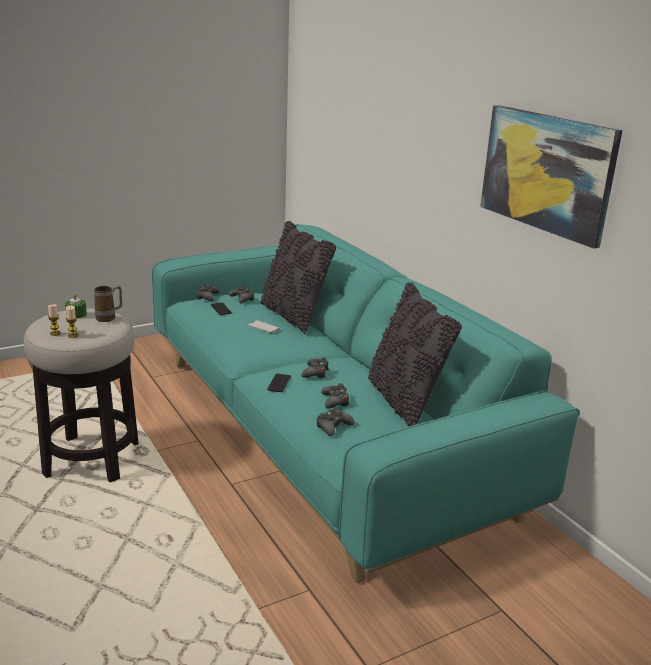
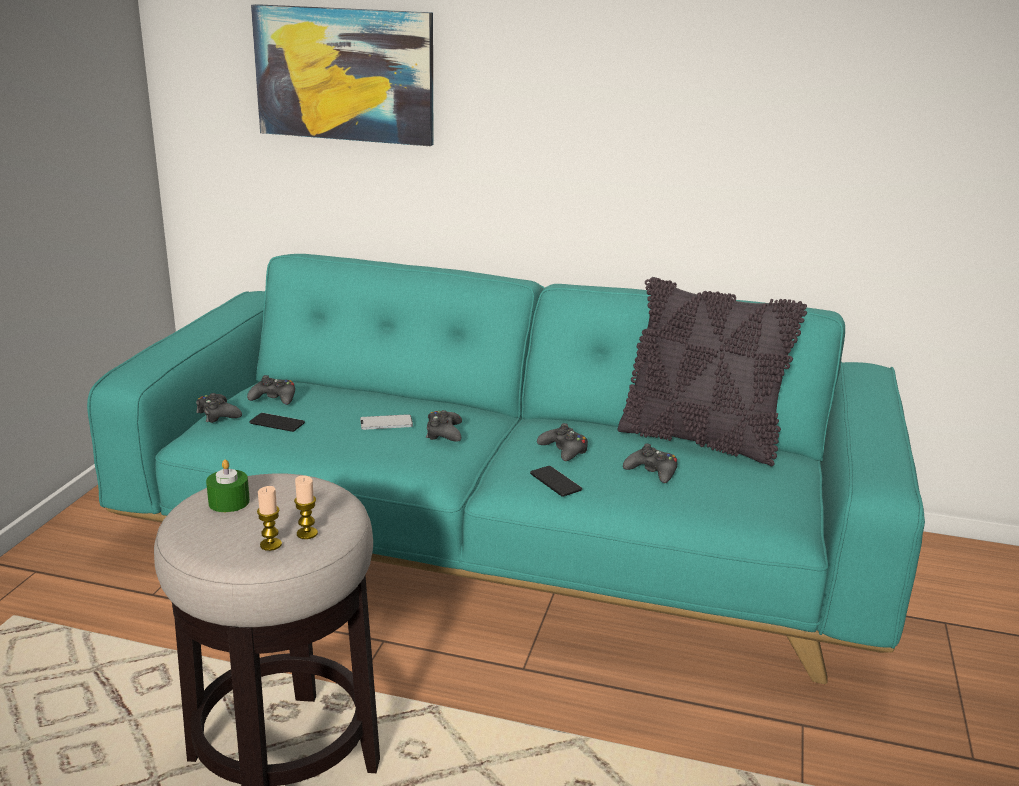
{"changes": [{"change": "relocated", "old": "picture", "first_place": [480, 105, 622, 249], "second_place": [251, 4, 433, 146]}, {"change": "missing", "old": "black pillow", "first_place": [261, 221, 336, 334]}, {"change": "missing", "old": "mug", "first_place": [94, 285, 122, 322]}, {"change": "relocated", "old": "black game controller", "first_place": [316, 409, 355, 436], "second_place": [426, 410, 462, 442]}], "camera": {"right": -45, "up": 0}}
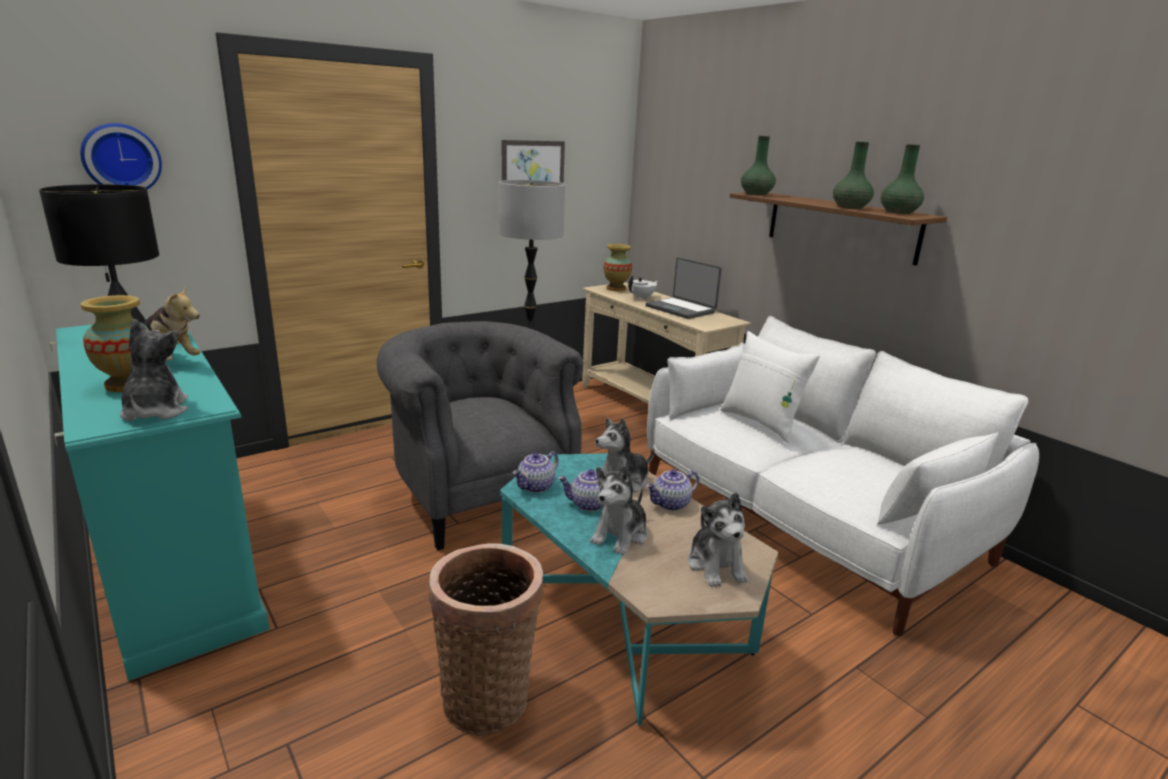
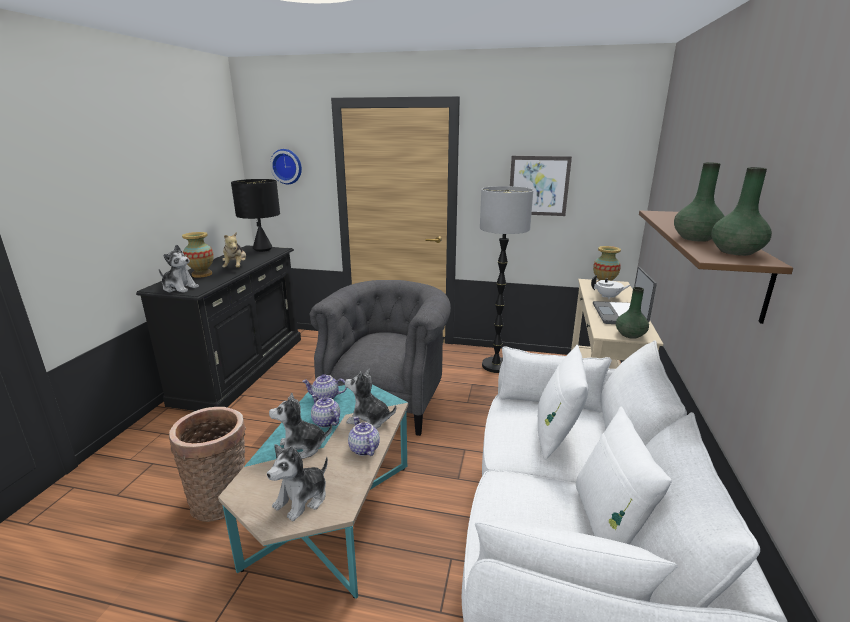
{"changes": [{"change": "relocated", "old": "green vase", "first_place": [741, 136, 776, 195], "second_place": [616, 287, 649, 339]}, {"change": "spun", "old": "plush toy", "first_place": [120, 319, 188, 421], "second_place": [159, 244, 199, 293], "degrees": 75}, {"change": "colour", "old": "turquoise cabinet", "new": "black cabinet", "first_place": [50, 324, 270, 681], "second_place": [136, 245, 301, 411]}, {"change": "spun", "old": "teapot", "first_place": [646, 469, 699, 511], "second_place": [348, 417, 380, 456], "degrees": 45}, {"change": "appeared", "new": "white pillow", "second_place": [576, 406, 672, 544]}], "camera": {"right": 50, "up": 0}}
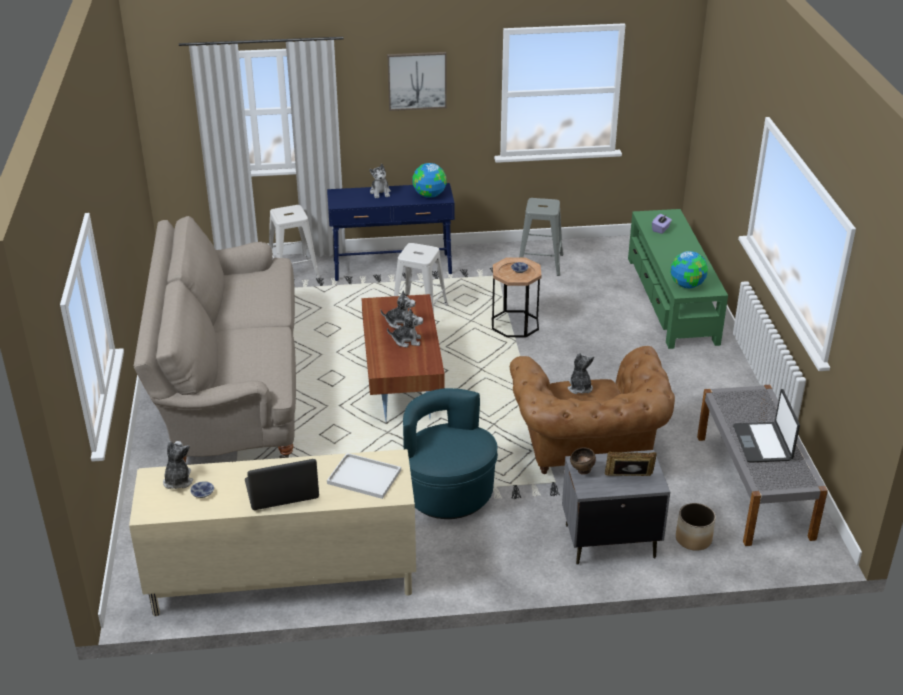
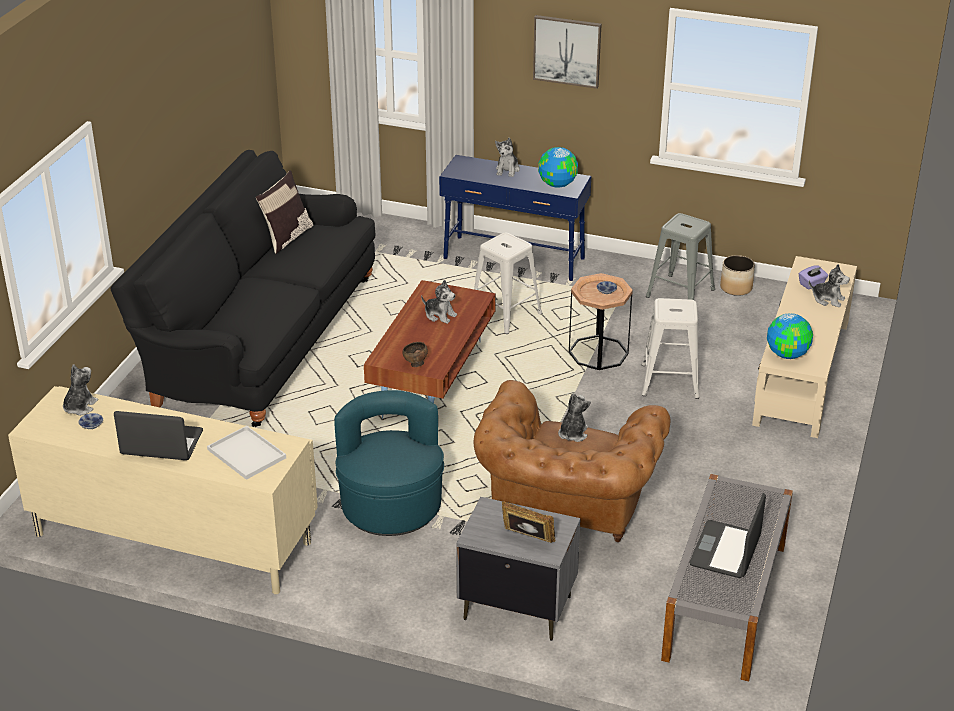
{"changes": [{"change": "relocated", "old": "white stool", "first_place": [269, 205, 320, 279], "second_place": [641, 298, 700, 399]}, {"change": "colour", "old": "green tv stand", "new": "beige tv stand", "first_place": [628, 209, 728, 349], "second_place": [752, 256, 857, 438]}, {"change": "colour", "old": "beige sofa", "new": "black sofa", "first_place": [133, 216, 296, 463], "second_place": [110, 150, 375, 428]}, {"change": "relocated", "old": "plush toy", "first_place": [387, 308, 423, 348], "second_place": [809, 264, 850, 307]}, {"change": "relocated", "old": "brown bowl", "first_place": [570, 447, 596, 475], "second_place": [402, 342, 428, 367]}, {"change": "relocated", "old": "planter", "first_place": [676, 503, 716, 551], "second_place": [720, 255, 755, 296]}, {"change": "appeared", "new": "pillow", "second_place": [256, 170, 313, 254]}], "camera": {"right": 25, "up": 0}}
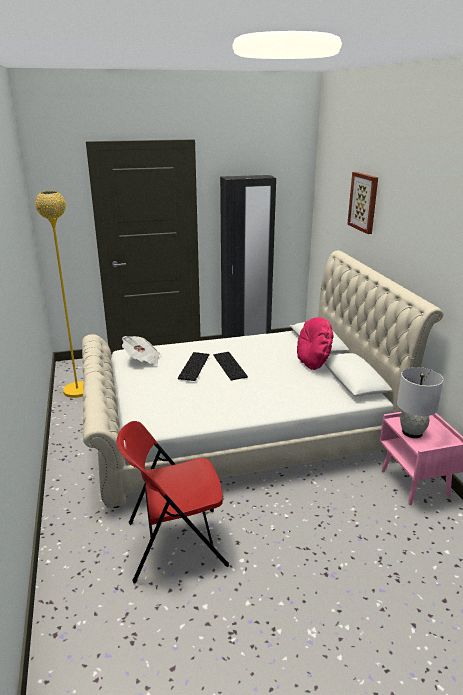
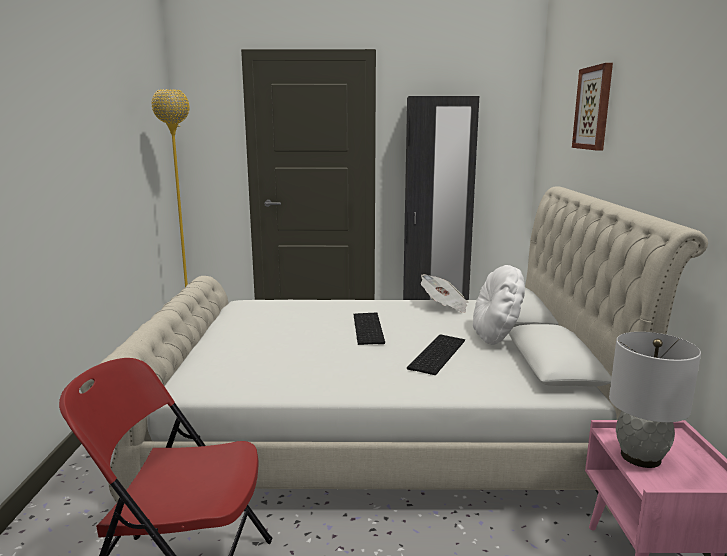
{"changes": [{"change": "colour", "old": "pink pillow", "new": "white pillow", "first_place": [297, 317, 334, 370], "second_place": [473, 265, 525, 345]}, {"change": "relocated", "old": "newspaper", "first_place": [122, 336, 160, 365], "second_place": [421, 274, 469, 313]}, {"change": "relocated", "old": "keyboard", "first_place": [178, 352, 209, 381], "second_place": [407, 334, 465, 375]}], "camera": {"right": 15, "up": -10}}
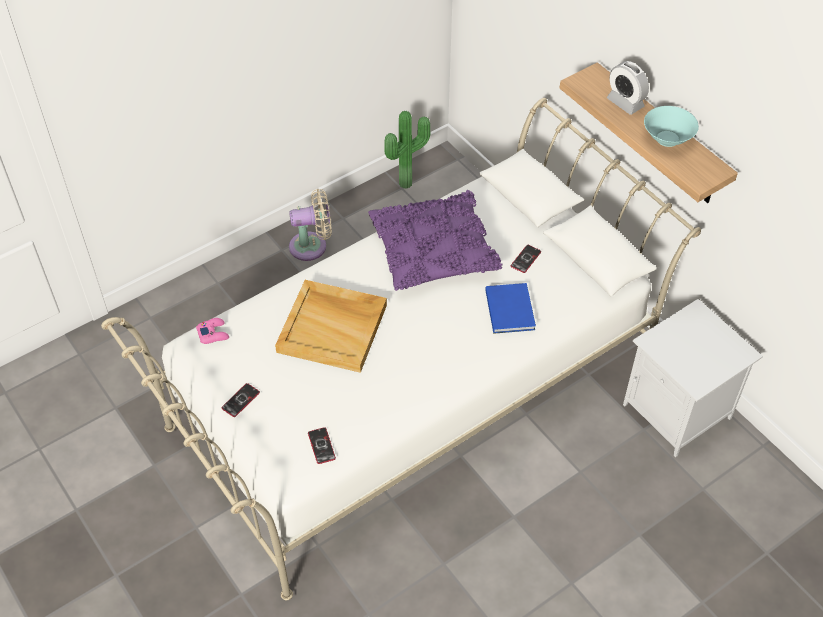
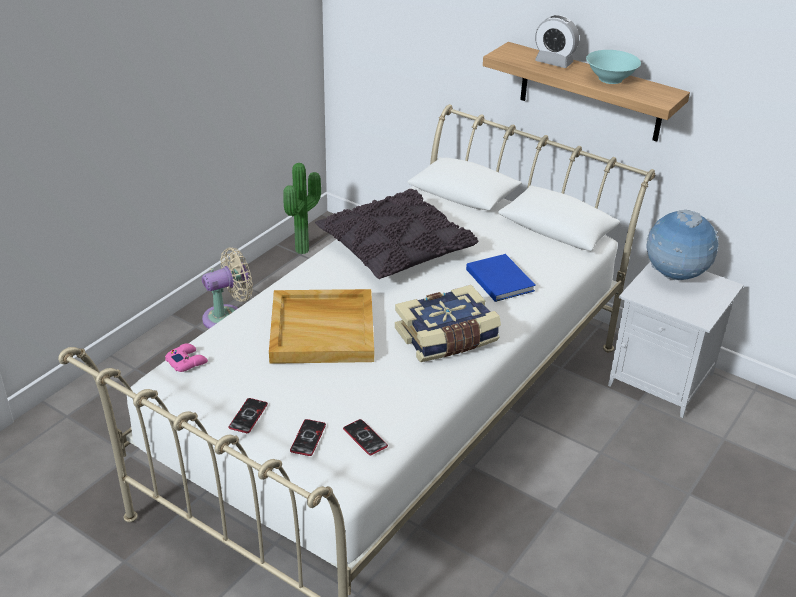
{"changes": [{"change": "colour", "old": "purple pillow", "new": "black pillow", "first_place": [368, 190, 503, 291], "second_place": [315, 189, 479, 279]}, {"change": "relocated", "old": "phone", "first_place": [511, 245, 541, 273], "second_place": [290, 419, 326, 456]}, {"change": "appeared", "new": "globe", "second_place": [646, 209, 719, 280]}, {"change": "appeared", "new": "book", "second_place": [395, 285, 501, 362]}], "camera": {"right": -20, "up": -15}}
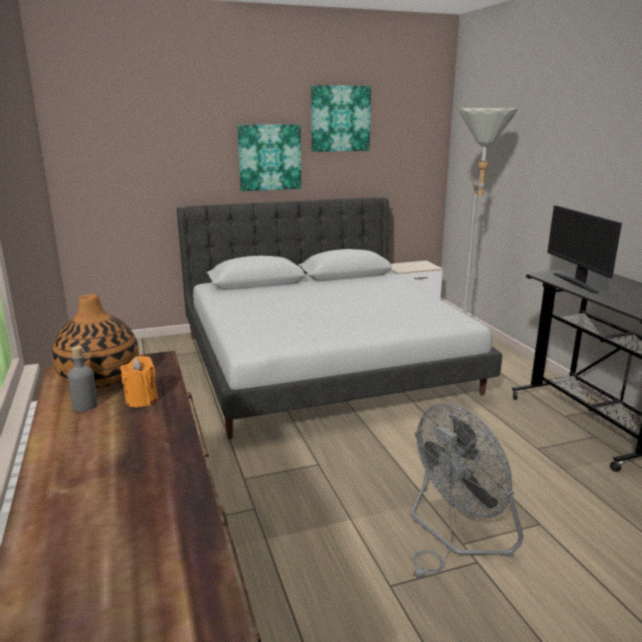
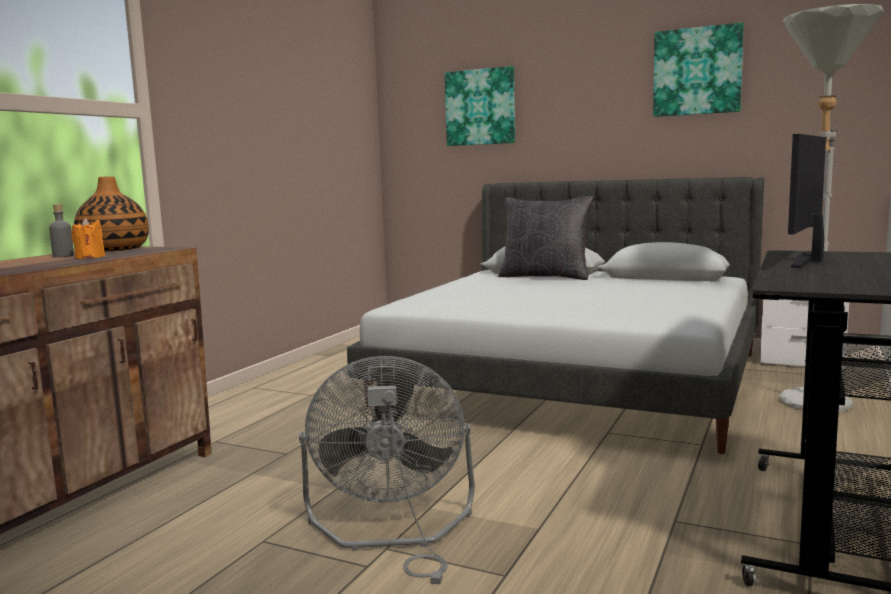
{"changes": [{"change": "relocated", "old": "picture", "first_place": [237, 124, 301, 191], "second_place": [445, 66, 515, 146]}, {"change": "spun", "old": "grey fan", "first_place": [410, 404, 523, 578], "second_place": [299, 356, 475, 584], "degrees": -105}, {"change": "appeared", "new": "black pillow", "second_place": [498, 196, 594, 280]}], "camera": {"right": 45, "up": -10}}
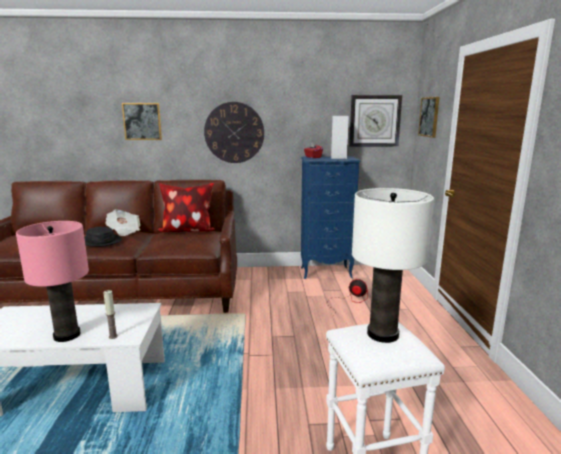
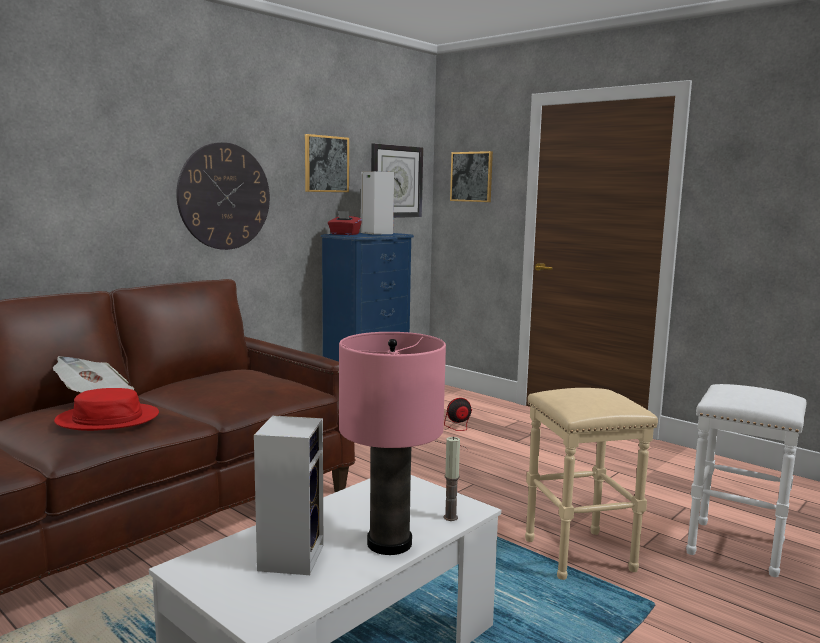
{"changes": [{"change": "relocated", "old": "picture", "first_place": [122, 103, 162, 140], "second_place": [305, 134, 349, 192]}, {"change": "missing", "old": "pillow", "first_place": [158, 183, 214, 232]}, {"change": "missing", "old": "white table lamp", "first_place": [352, 188, 434, 343]}, {"change": "colour", "old": "black hat", "new": "red hat", "first_place": [84, 227, 122, 247], "second_place": [54, 388, 159, 431]}, {"change": "appeared", "new": "beige stool", "second_place": [525, 388, 658, 580]}, {"change": "appeared", "new": "speaker", "second_place": [254, 416, 323, 575]}], "camera": {"right": -45, "up": -5}}
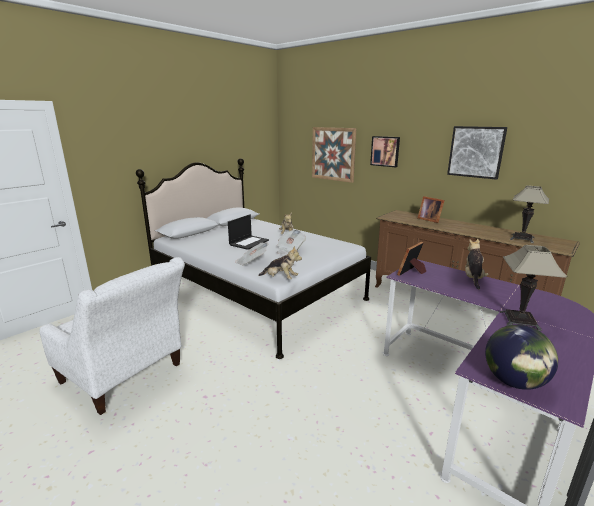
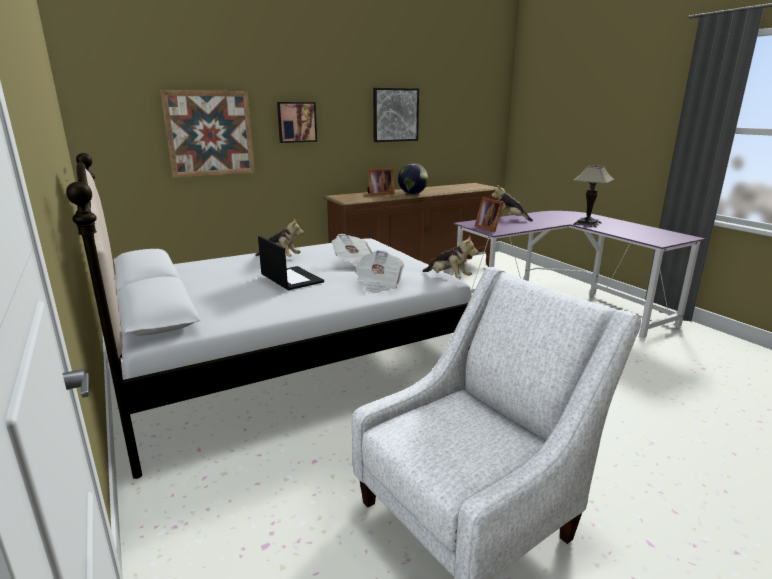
{"changes": [{"change": "missing", "old": "table lamp", "first_place": [510, 185, 549, 243]}, {"change": "spun", "old": "plush toy", "first_place": [258, 246, 302, 279], "second_place": [422, 236, 478, 278], "degrees": 90}, {"change": "relocated", "old": "globe", "first_place": [485, 325, 558, 390], "second_place": [398, 163, 428, 194]}], "camera": {"right": -70, "up": 0}}
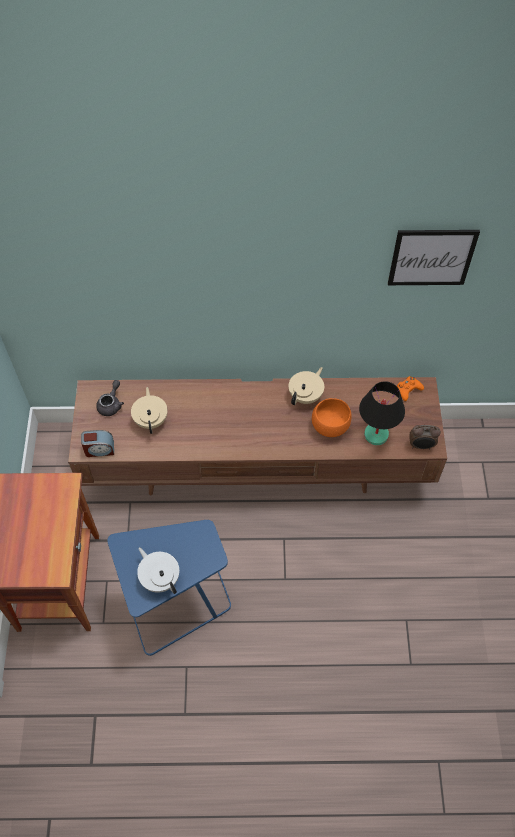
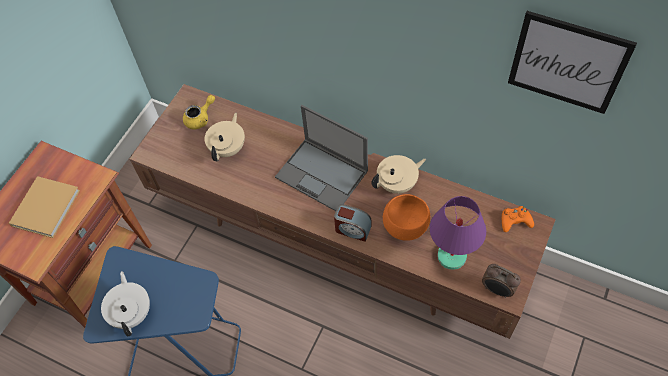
{"changes": [{"change": "colour", "old": "grey teapot", "new": "yellow teapot", "first_place": [96, 380, 124, 416], "second_place": [183, 95, 215, 130]}, {"change": "colour", "old": "black table lamp", "new": "purple table lamp", "first_place": [359, 381, 405, 445], "second_place": [430, 196, 486, 270]}, {"change": "relocated", "old": "alarm clock", "first_place": [81, 430, 114, 457], "second_place": [334, 204, 371, 242]}, {"change": "appeared", "new": "laptop", "second_place": [275, 105, 368, 211]}, {"change": "appeared", "new": "beige book", "second_place": [9, 176, 80, 238]}], "camera": {"right": 30, "up": 0}}
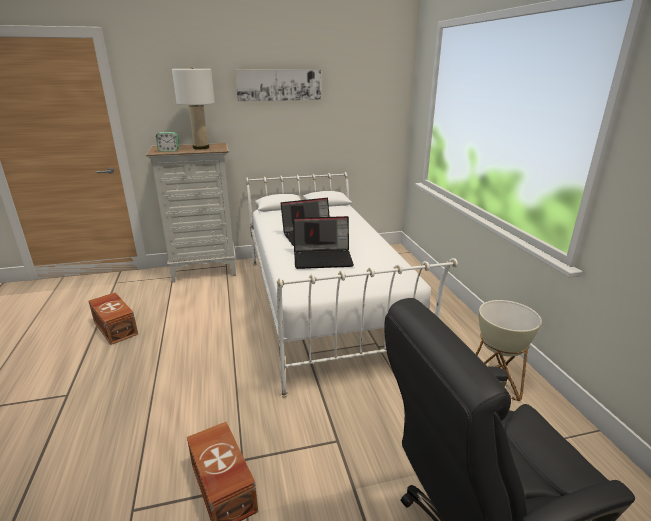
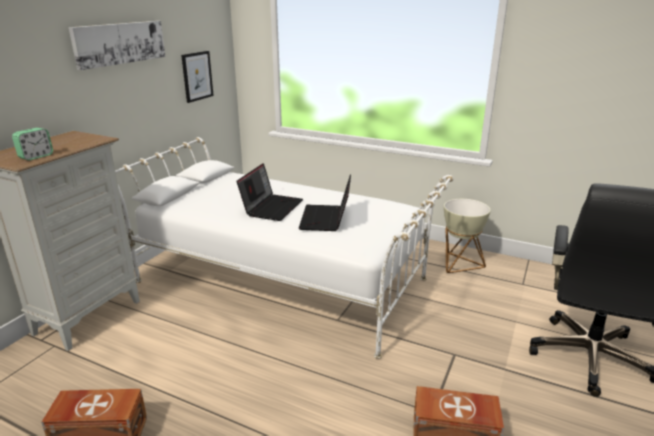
{"changes": [{"change": "missing", "old": "white table lamp", "first_place": [172, 68, 215, 149]}, {"change": "spun", "old": "laptop", "first_place": [293, 216, 354, 269], "second_place": [299, 175, 351, 231], "degrees": 150}, {"change": "appeared", "new": "picture", "second_place": [181, 51, 214, 103]}], "camera": {"right": -50, "up": 0}}
